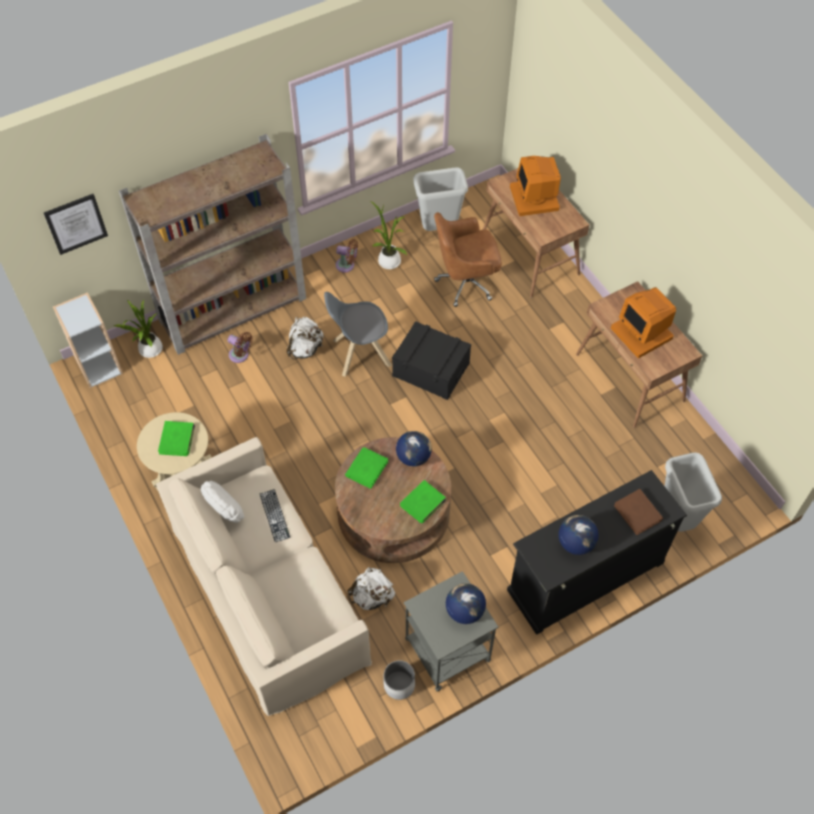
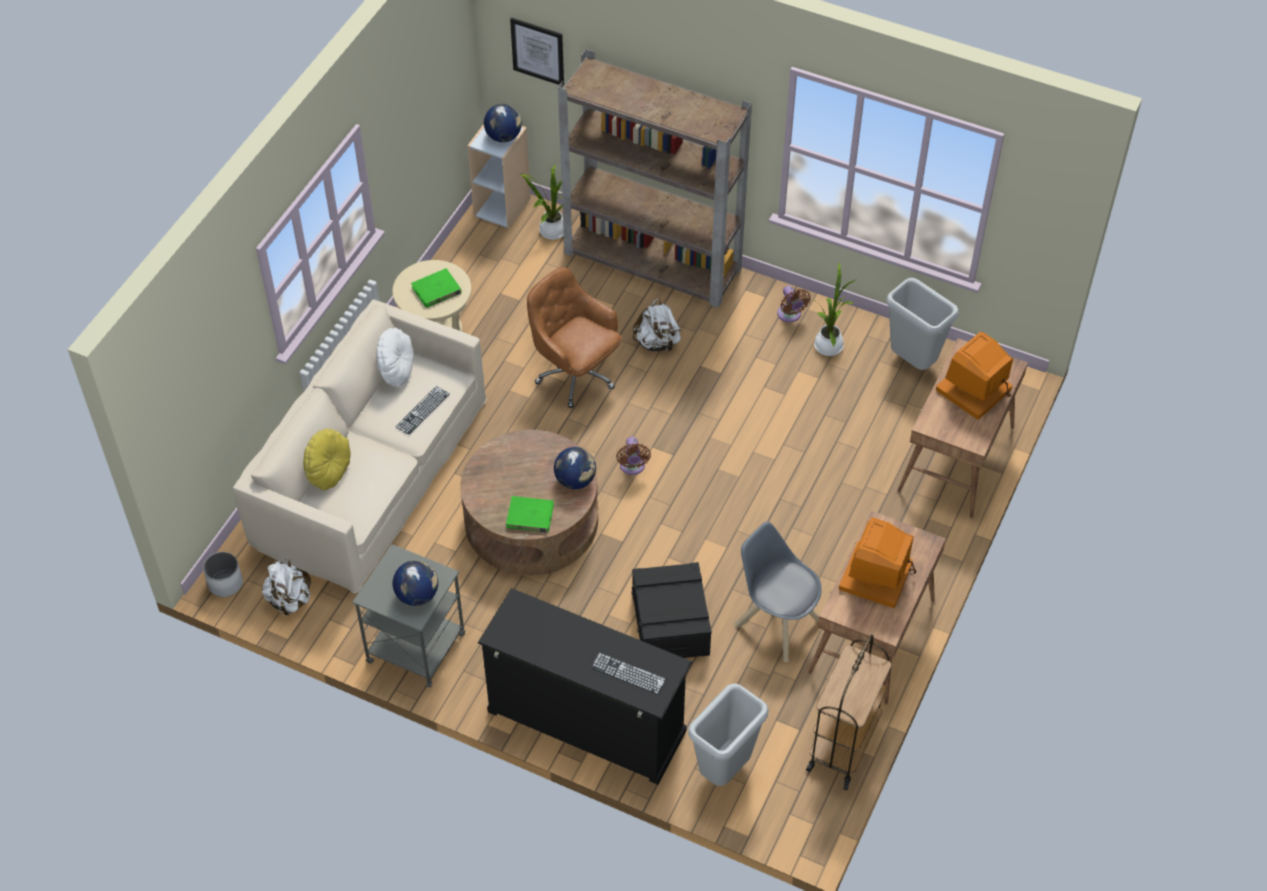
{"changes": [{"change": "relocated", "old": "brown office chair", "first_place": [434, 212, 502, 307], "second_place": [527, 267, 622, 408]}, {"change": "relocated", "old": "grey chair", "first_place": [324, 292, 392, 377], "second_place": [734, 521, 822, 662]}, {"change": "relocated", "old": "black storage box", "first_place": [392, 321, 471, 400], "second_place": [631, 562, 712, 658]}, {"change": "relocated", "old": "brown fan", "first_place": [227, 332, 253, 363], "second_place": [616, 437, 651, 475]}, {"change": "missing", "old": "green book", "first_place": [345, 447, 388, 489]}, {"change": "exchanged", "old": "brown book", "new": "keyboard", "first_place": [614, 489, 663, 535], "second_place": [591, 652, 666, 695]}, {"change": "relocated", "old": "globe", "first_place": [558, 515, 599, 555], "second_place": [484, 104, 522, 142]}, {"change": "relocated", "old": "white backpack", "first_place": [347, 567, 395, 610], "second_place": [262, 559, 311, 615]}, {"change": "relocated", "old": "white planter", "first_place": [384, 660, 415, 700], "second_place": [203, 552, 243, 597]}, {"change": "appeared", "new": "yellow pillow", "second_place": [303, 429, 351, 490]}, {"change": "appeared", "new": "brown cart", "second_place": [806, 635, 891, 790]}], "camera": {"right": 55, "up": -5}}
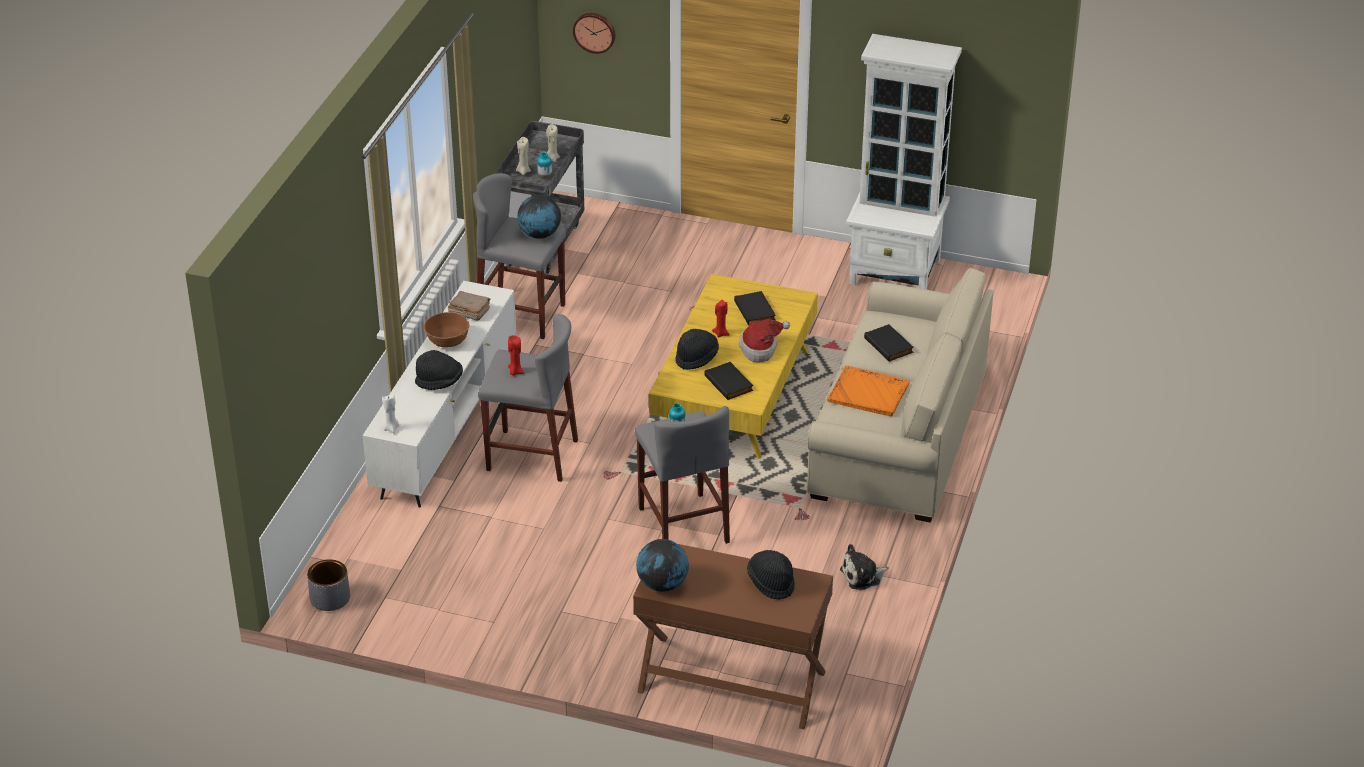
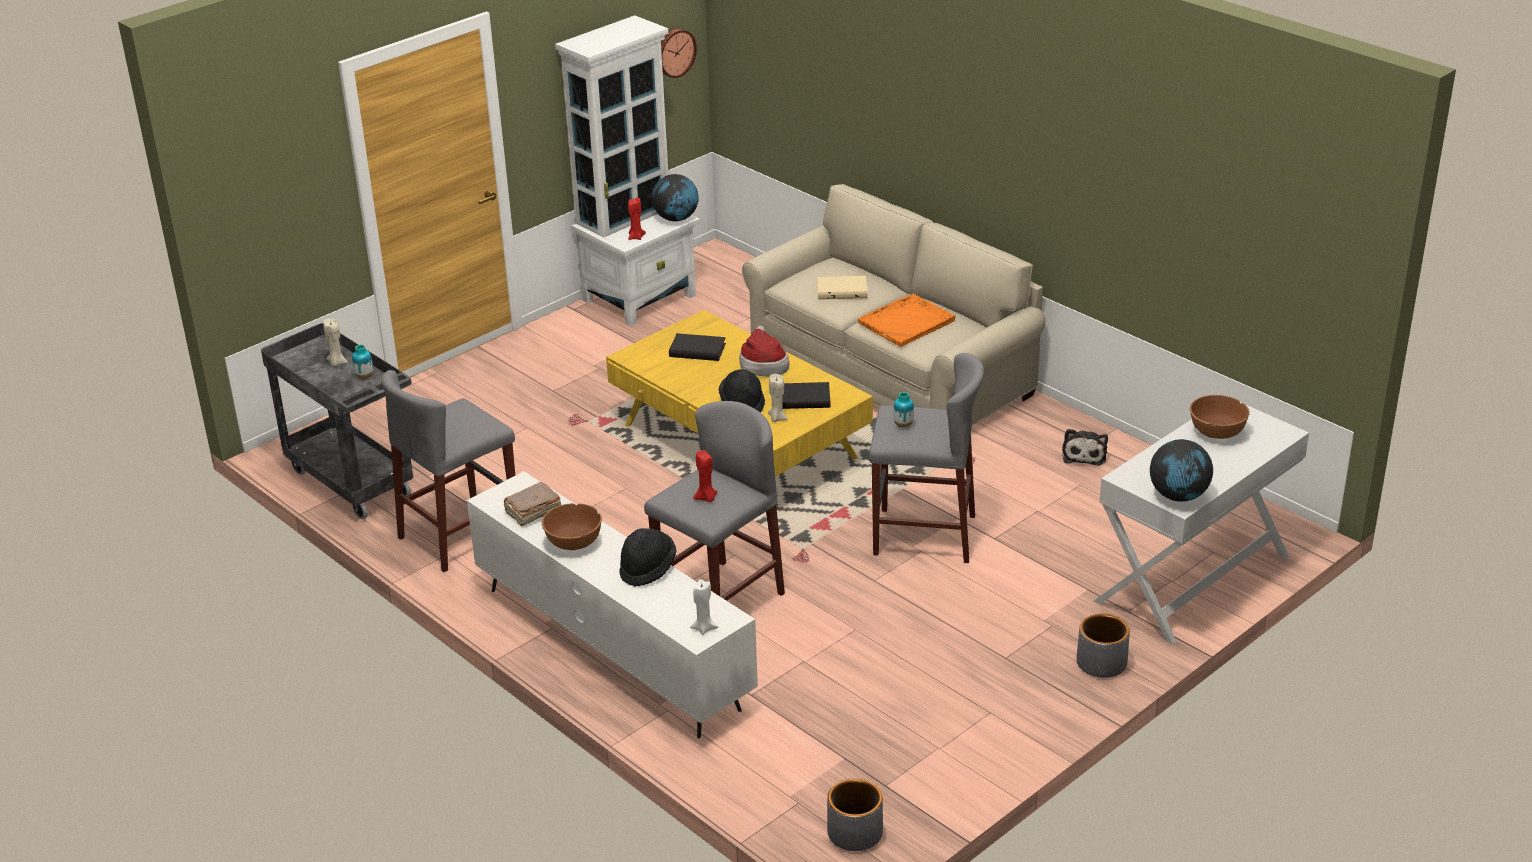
{"changes": [{"change": "relocated", "old": "wall clock", "first_place": [573, 13, 615, 54], "second_place": [661, 29, 697, 78]}, {"change": "relocated", "old": "beige candle", "first_place": [516, 137, 531, 175], "second_place": [768, 374, 788, 422]}, {"change": "relocated", "old": "globe", "first_place": [517, 195, 561, 239], "second_place": [652, 174, 699, 221]}, {"change": "relocated", "old": "red candle", "first_place": [712, 300, 730, 337], "second_place": [628, 197, 646, 240]}, {"change": "colour", "old": "black book", "new": "beige book", "first_place": [864, 324, 914, 362], "second_place": [817, 276, 868, 299]}, {"change": "colour", "old": "brown console table", "new": "white console table", "first_place": [633, 544, 833, 729], "second_place": [1094, 402, 1309, 644]}, {"change": "exchanged", "old": "black hat", "new": "brown bowl", "first_place": [747, 550, 795, 600], "second_place": [1190, 395, 1250, 439]}, {"change": "appeared", "new": "grey planter", "second_place": [1076, 614, 1130, 678]}], "camera": {"right": -60, "up": -5}}
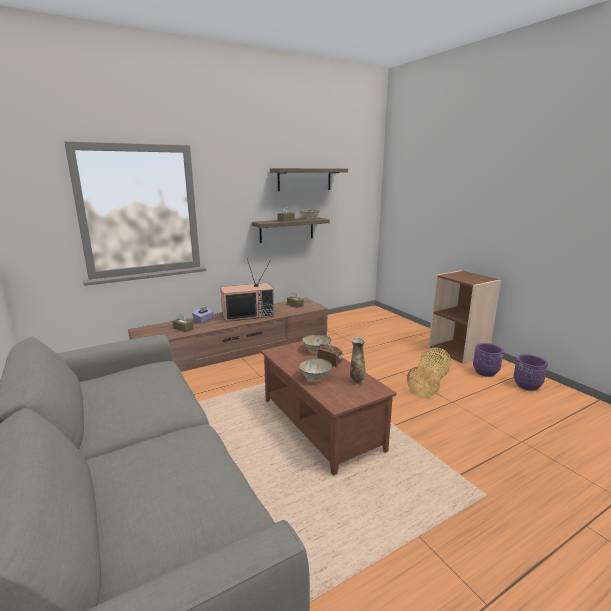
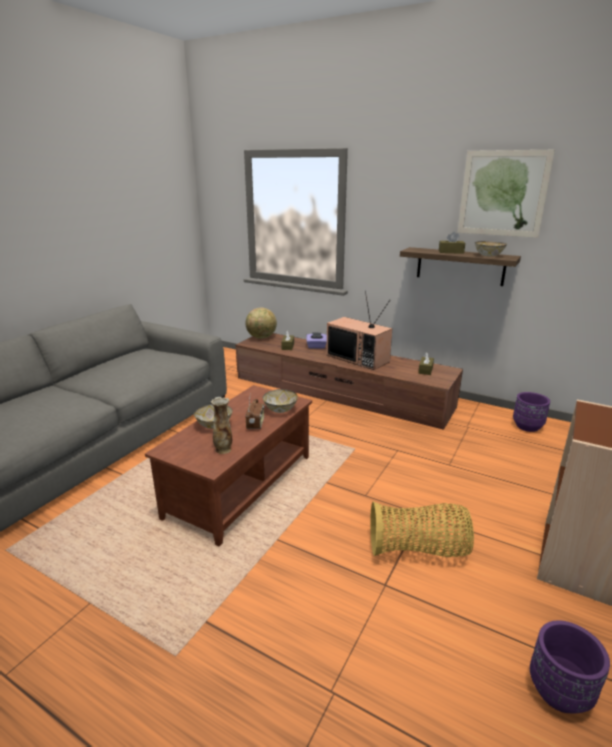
{"changes": [{"change": "exchanged", "old": "shelf", "new": "picture", "first_place": [270, 168, 348, 191], "second_place": [457, 150, 555, 238]}, {"change": "relocated", "old": "purple planter", "first_place": [473, 343, 503, 377], "second_place": [513, 392, 550, 432]}, {"change": "appeared", "new": "globe", "second_place": [245, 307, 277, 339]}], "camera": {"right": 60, "up": 5}}
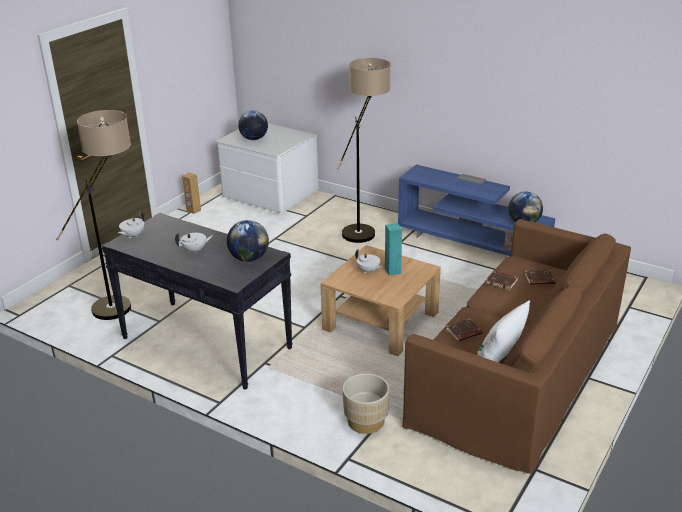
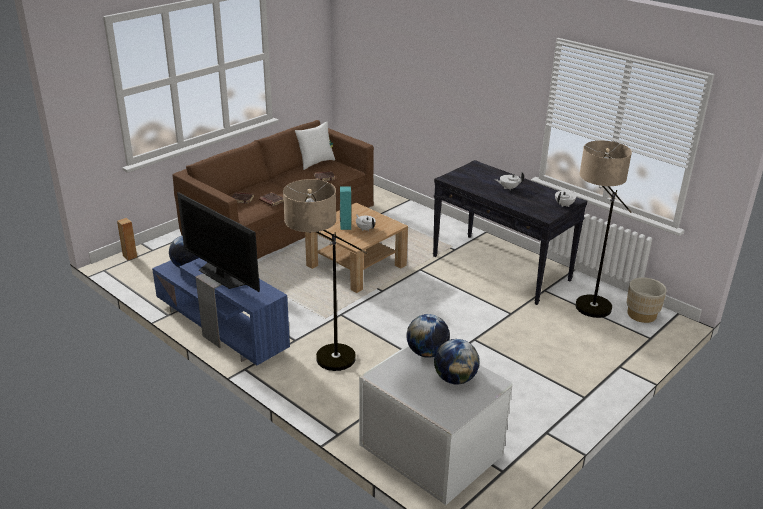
{"changes": [{"change": "relocated", "old": "brown speaker", "first_place": [182, 172, 201, 214], "second_place": [117, 218, 137, 260]}, {"change": "relocated", "old": "globe", "first_place": [227, 220, 269, 262], "second_place": [406, 314, 450, 358]}, {"change": "relocated", "old": "beige planter", "first_place": [343, 373, 389, 434], "second_place": [627, 277, 667, 323]}, {"change": "appeared", "new": "television", "second_place": [177, 192, 260, 292]}], "camera": {"right": -170, "up": 0}}
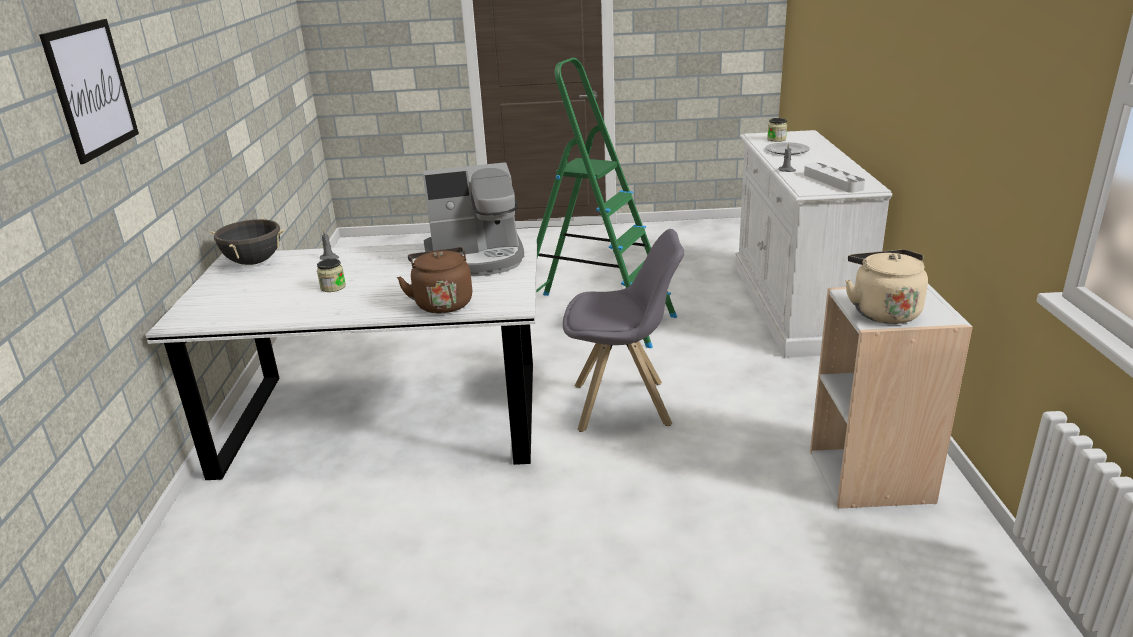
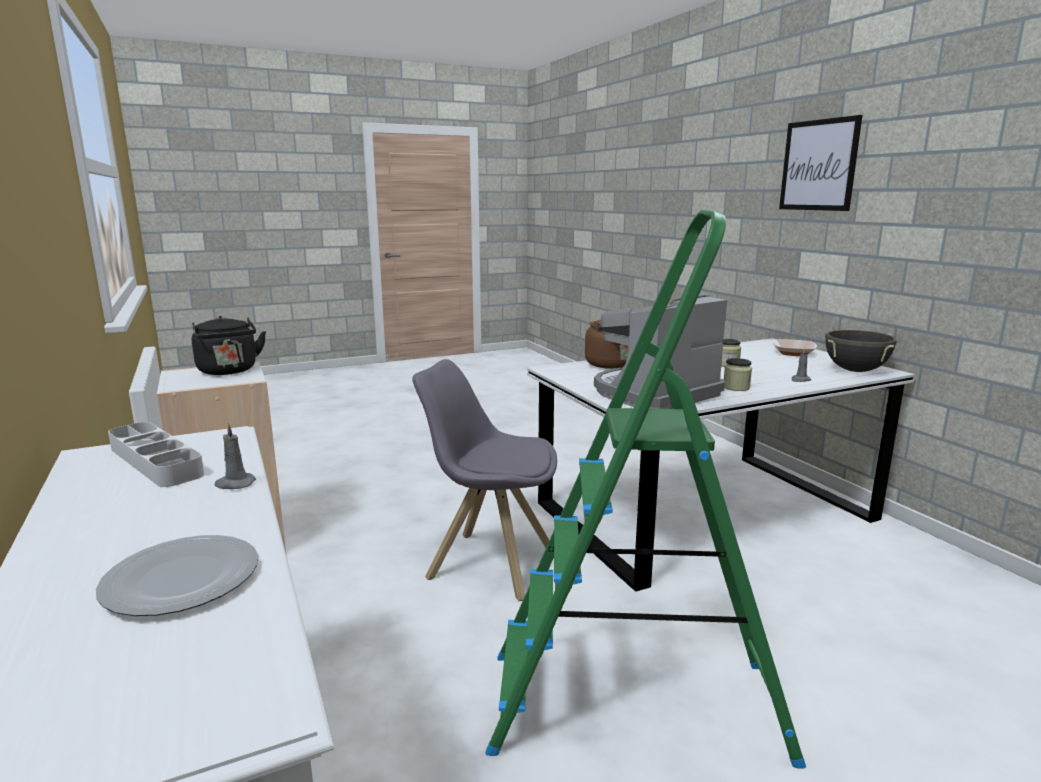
{"changes": [{"change": "relocated", "old": "jar", "first_place": [767, 118, 787, 142], "second_place": [724, 358, 752, 391]}, {"change": "spun", "old": "grey chair", "first_place": [563, 229, 684, 432], "second_place": [412, 359, 557, 601], "degrees": 45}, {"change": "colour", "old": "beige kettle", "new": "black kettle", "first_place": [845, 250, 928, 324], "second_place": [192, 316, 266, 375]}, {"change": "appeared", "new": "bowl", "second_place": [772, 339, 817, 356]}], "camera": {"right": 155, "up": -10}}
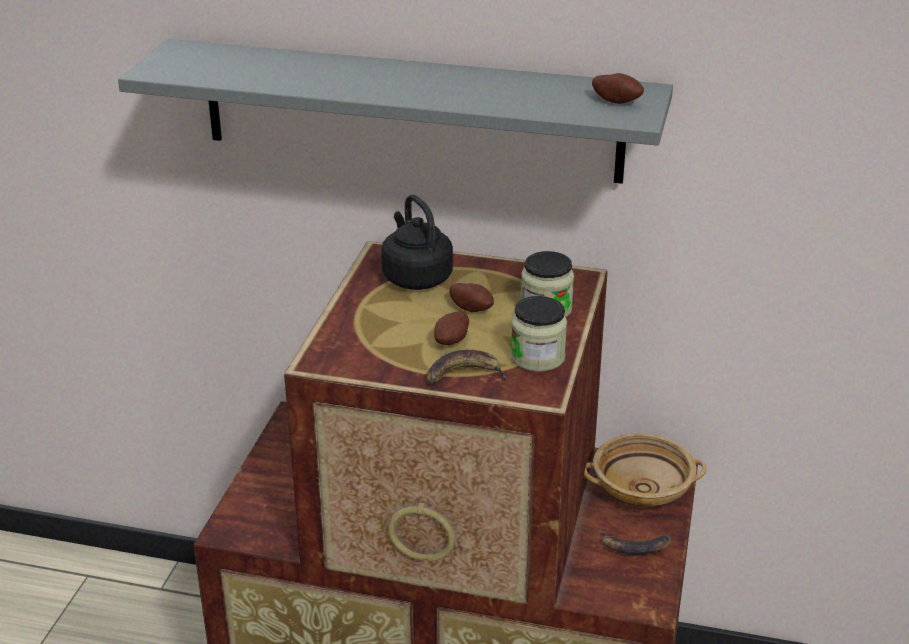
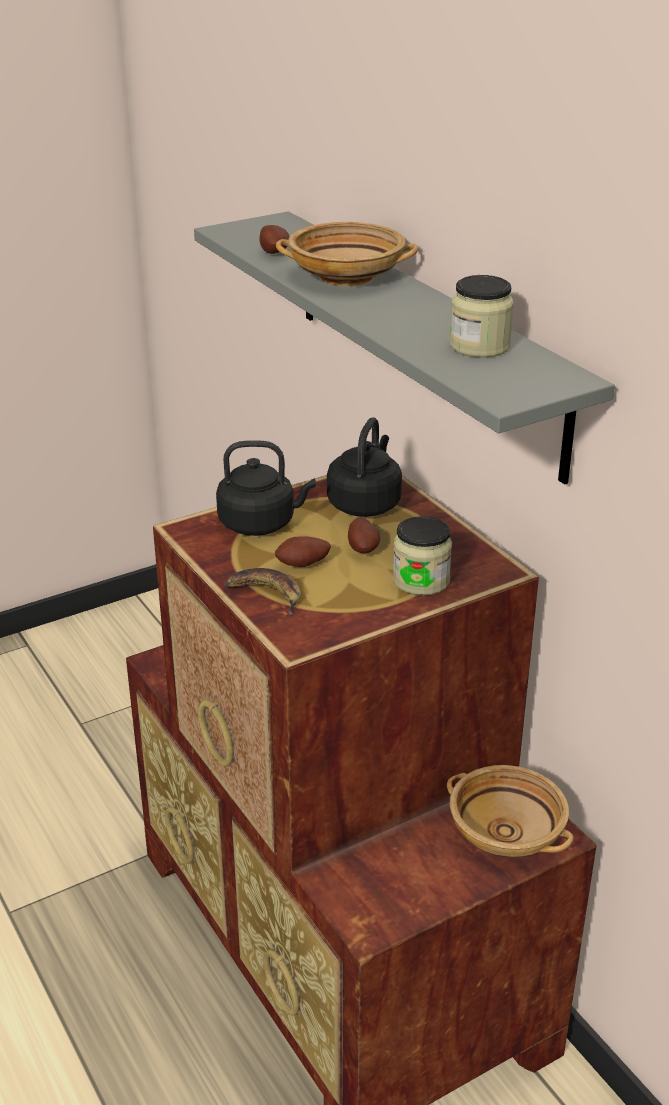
{"changes": [{"change": "relocated", "old": "potato", "first_place": [592, 73, 644, 104], "second_place": [259, 225, 289, 254]}, {"change": "relocated", "old": "jar", "first_place": [511, 296, 567, 372], "second_place": [450, 275, 514, 357]}, {"change": "missing", "old": "banana", "first_place": [600, 530, 671, 555]}, {"change": "appeared", "new": "beige bowl", "second_place": [276, 222, 418, 286]}, {"change": "appeared", "new": "black kettle", "second_place": [216, 440, 316, 536]}], "camera": {"right": 45, "up": 0}}
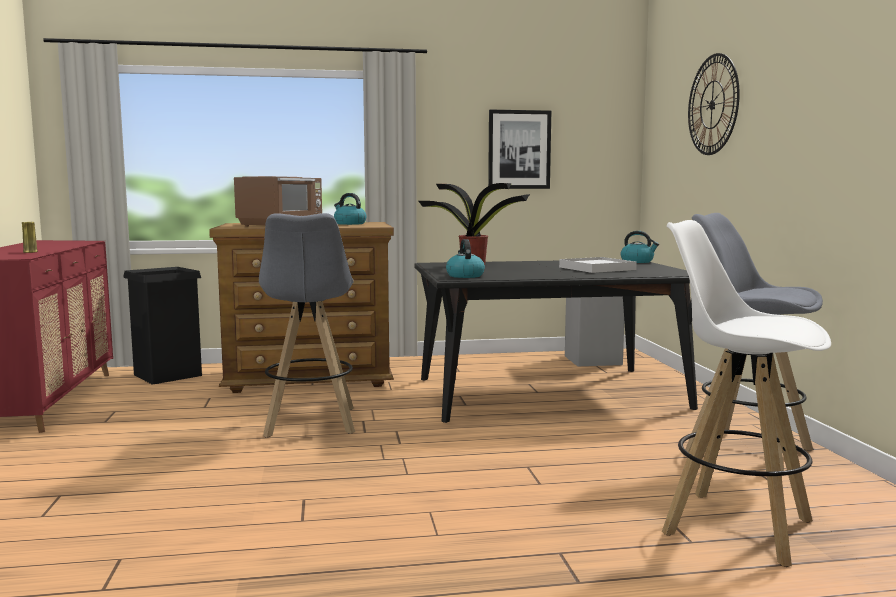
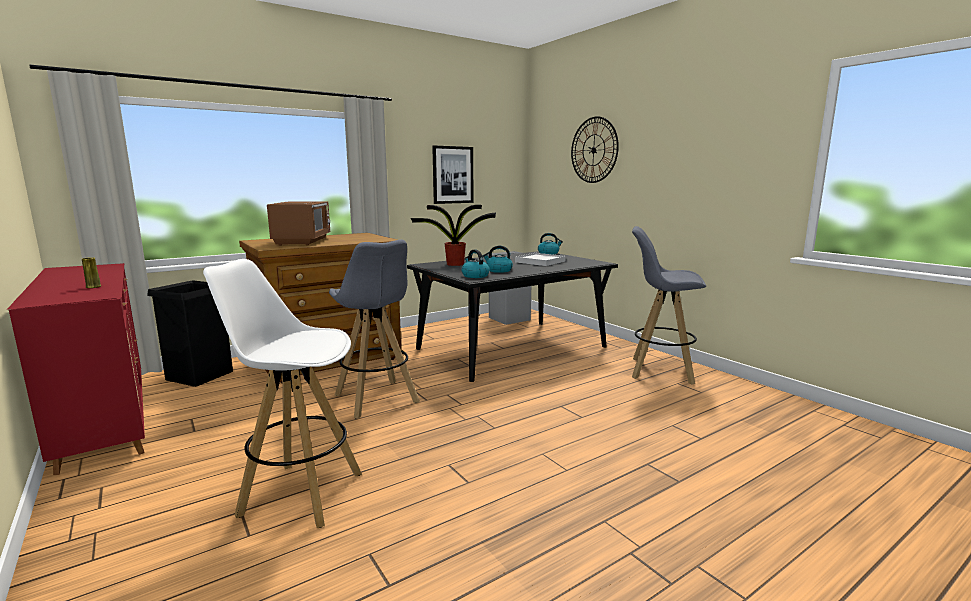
{"changes": [{"change": "relocated", "old": "kettle", "first_place": [334, 193, 367, 225], "second_place": [483, 246, 513, 273]}, {"change": "relocated", "old": "white stool", "first_place": [662, 220, 831, 567], "second_place": [203, 259, 362, 528]}], "camera": {"right": -25, "up": 5}}
